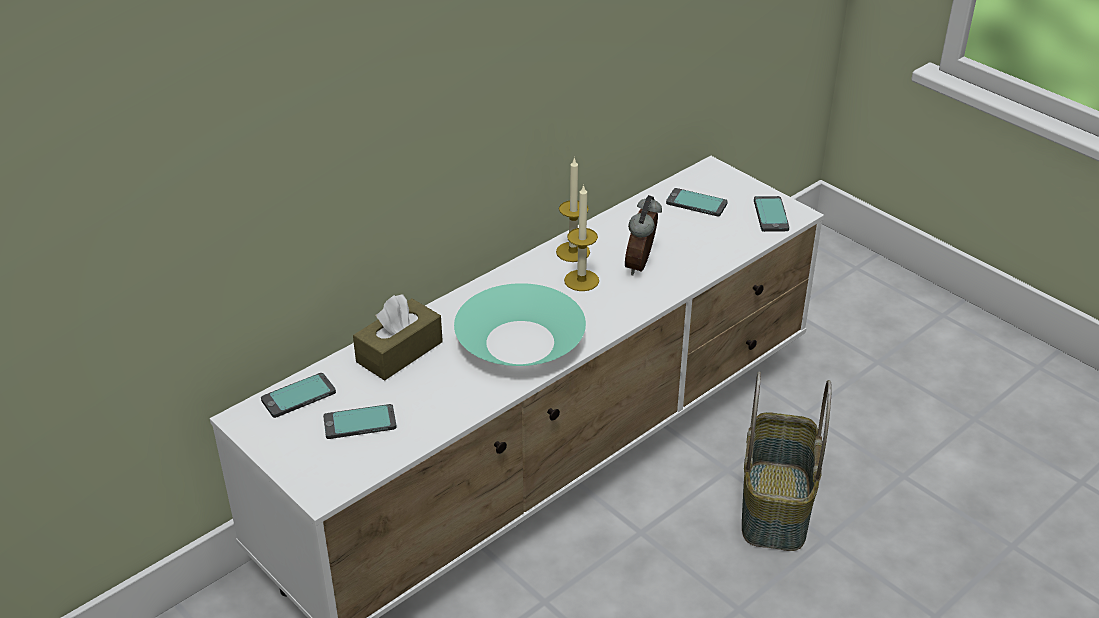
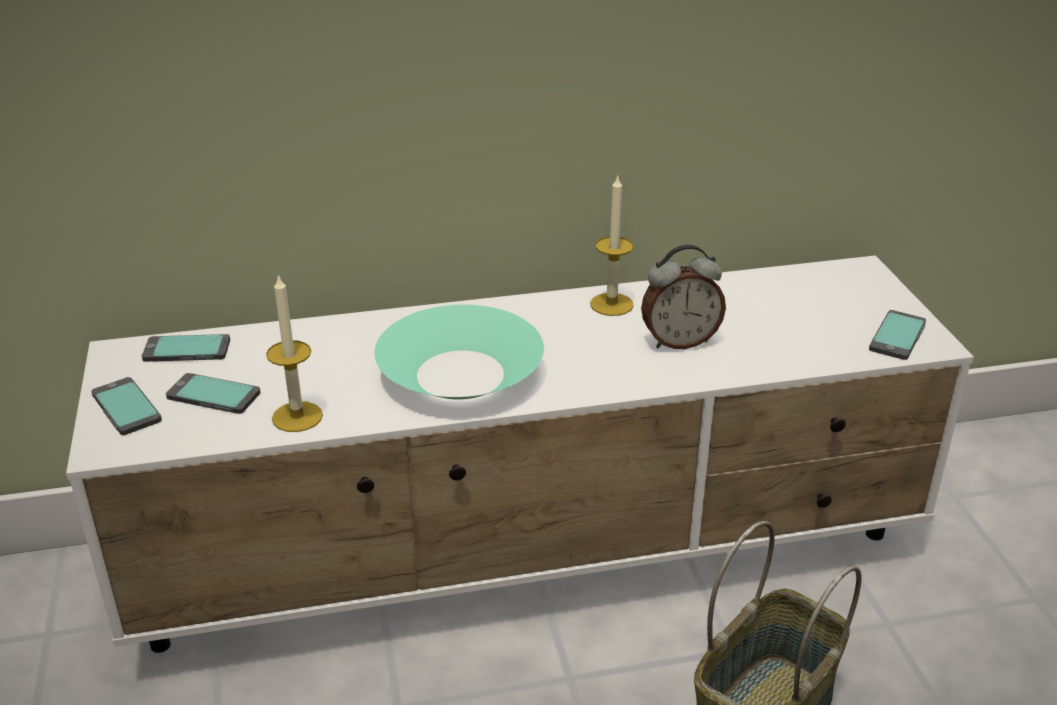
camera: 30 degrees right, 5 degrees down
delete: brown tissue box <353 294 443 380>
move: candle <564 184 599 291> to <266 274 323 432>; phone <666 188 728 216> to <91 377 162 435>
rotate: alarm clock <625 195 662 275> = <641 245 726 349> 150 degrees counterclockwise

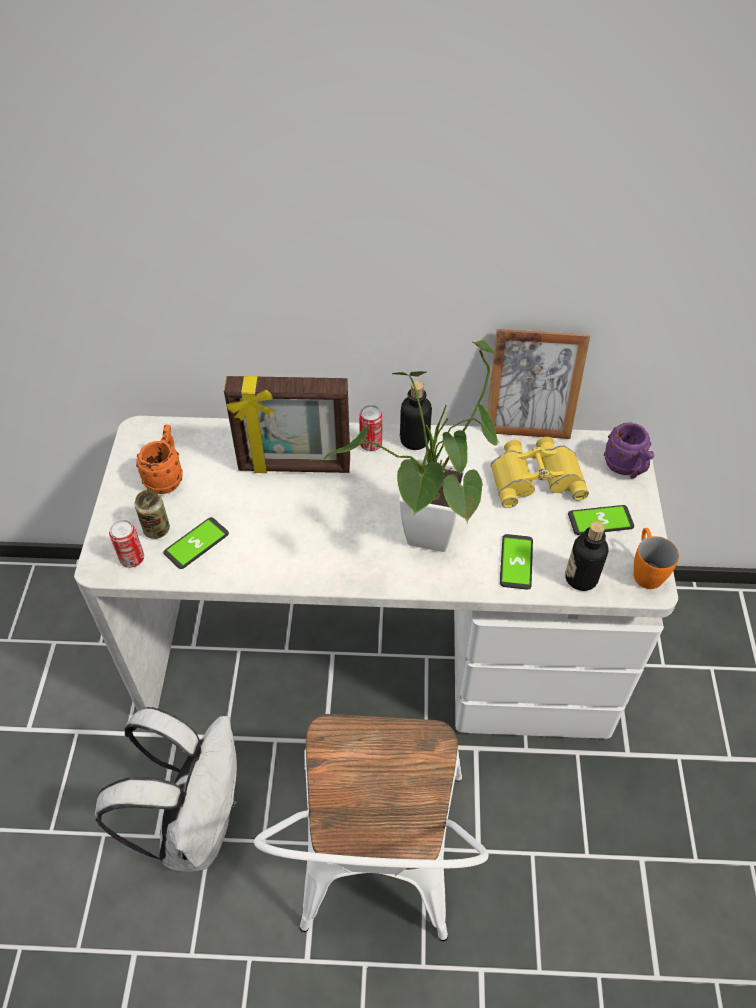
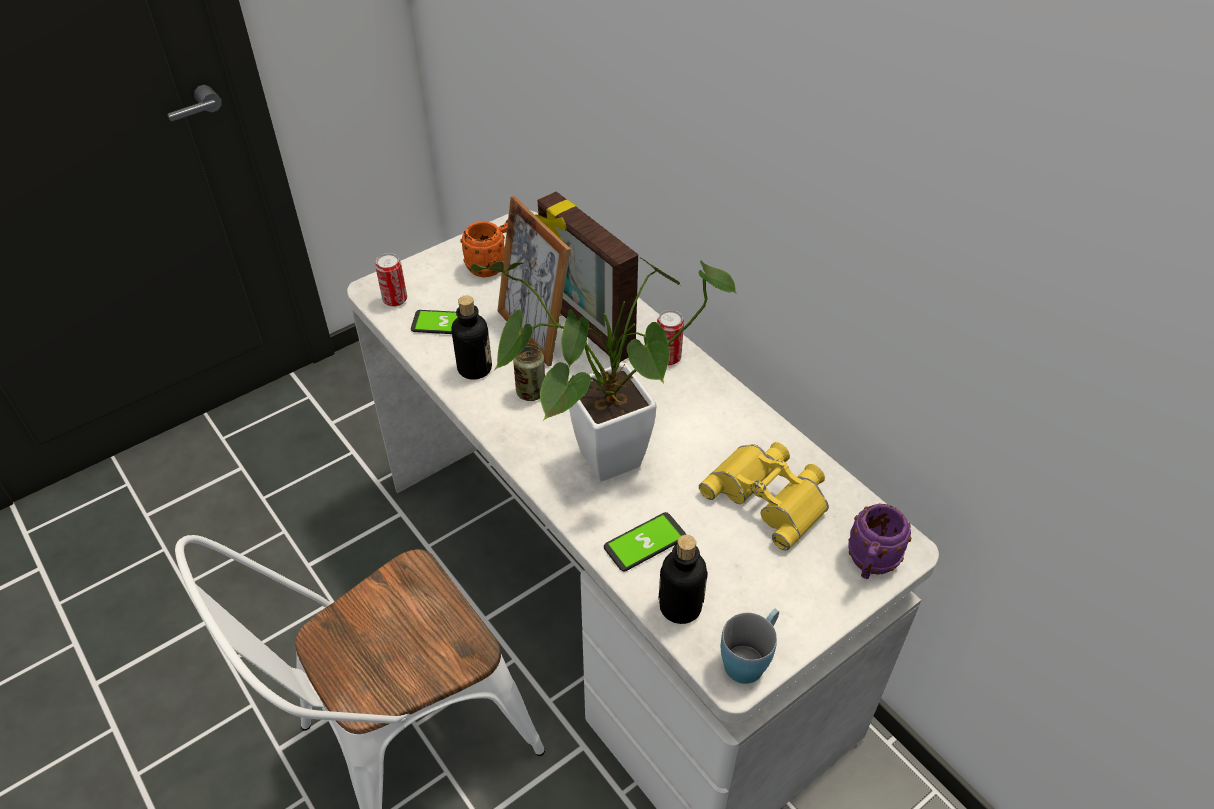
camera: 50 degrees right, 5 degrees down
delete: phone <568 505 634 535>; white backpack <95 707 237 872>
move: picture frame <487 329 590 439> to <497 196 571 367>; bottle <400 381 432 450> to <451 295 492 380>; can <135 490 170 539> to <513 344 545 401>
recolor: orange mug <634 528 679 589> to blue mug <721 609 779 684>

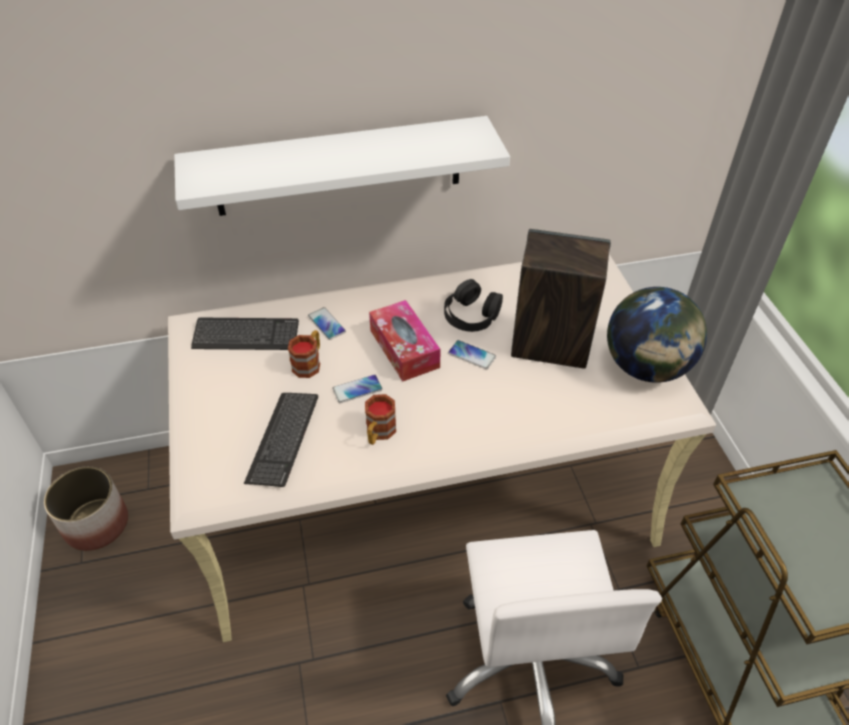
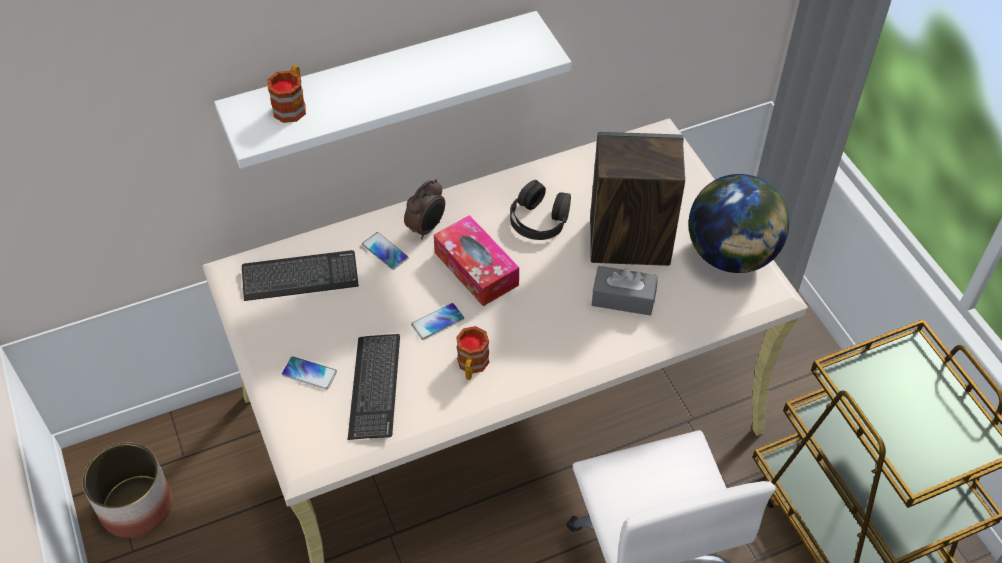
camera: 10 degrees left, 5 degrees up
insert: alarm clock <404 179 445 240>; grey tissue box <592 266 658 316>
move: mug <288 330 320 378> to <267 65 306 123>; phone <448 340 496 369> to <282 356 337 390>

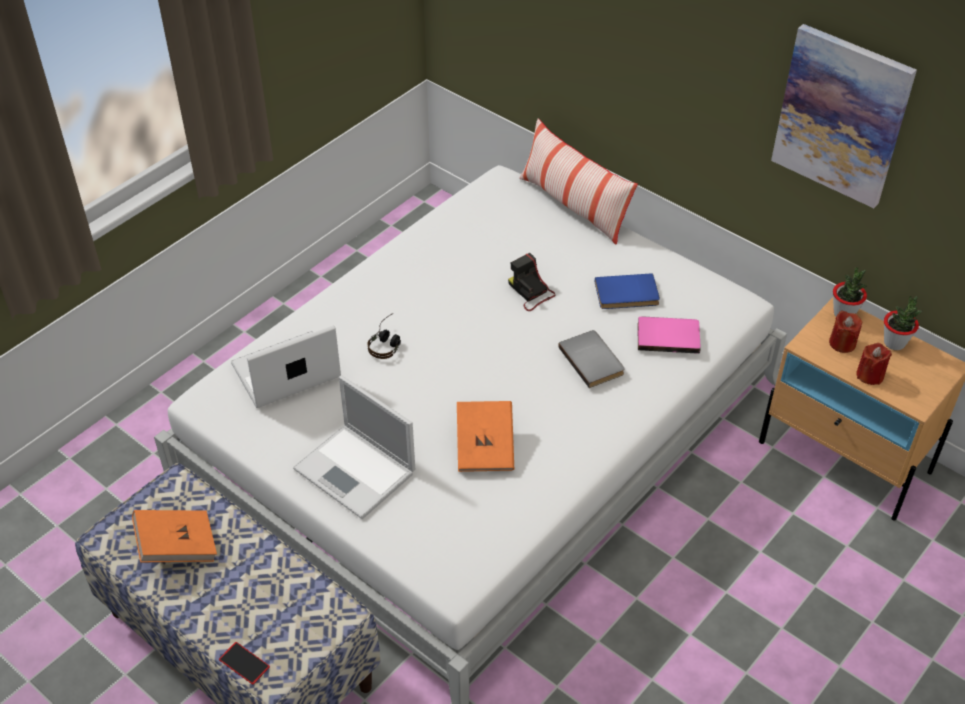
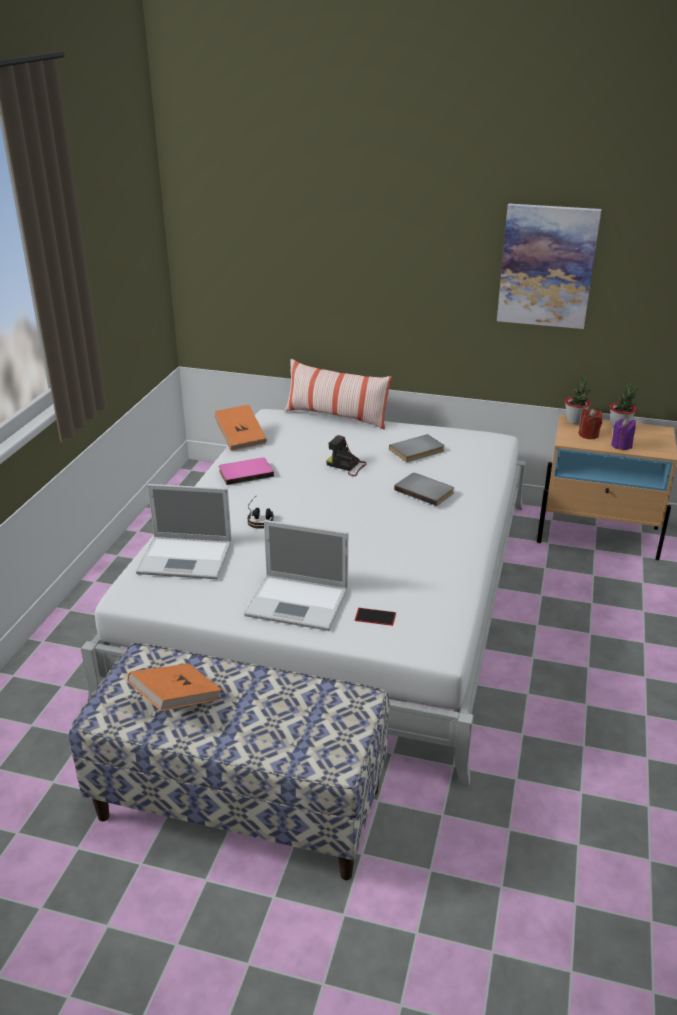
camera: 25 degrees left, 15 degrees down
move: pink book <638 317 701 354> to <219 458 274 485>; orange book <457 401 514 472> to <214 405 267 451>; phone <219 642 270 684> to <355 608 396 626>
recolor: blue book <595 273 660 309> to grey book <389 434 444 462>; red candle <856 343 892 385> to purple candle <611 418 636 450>
rotate: laptop <231 325 341 408> = <136 484 232 579> 120 degrees counterclockwise

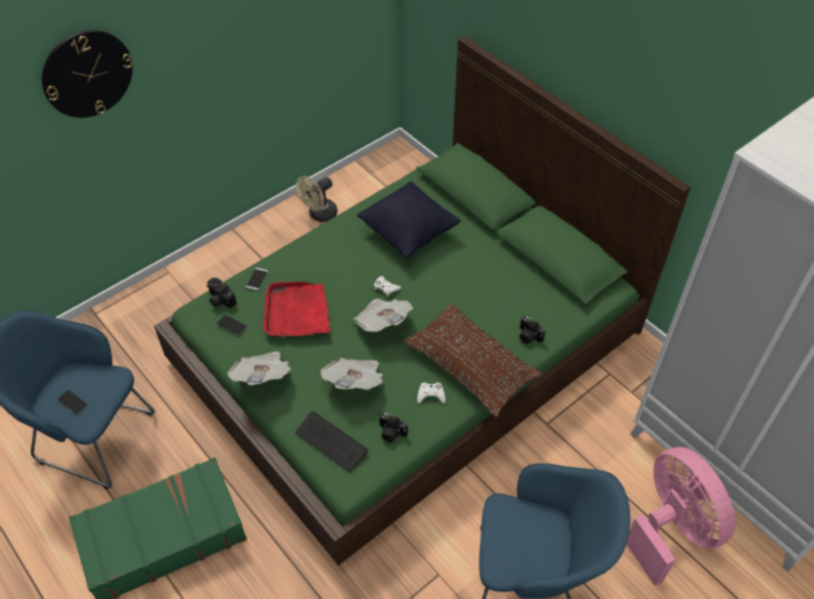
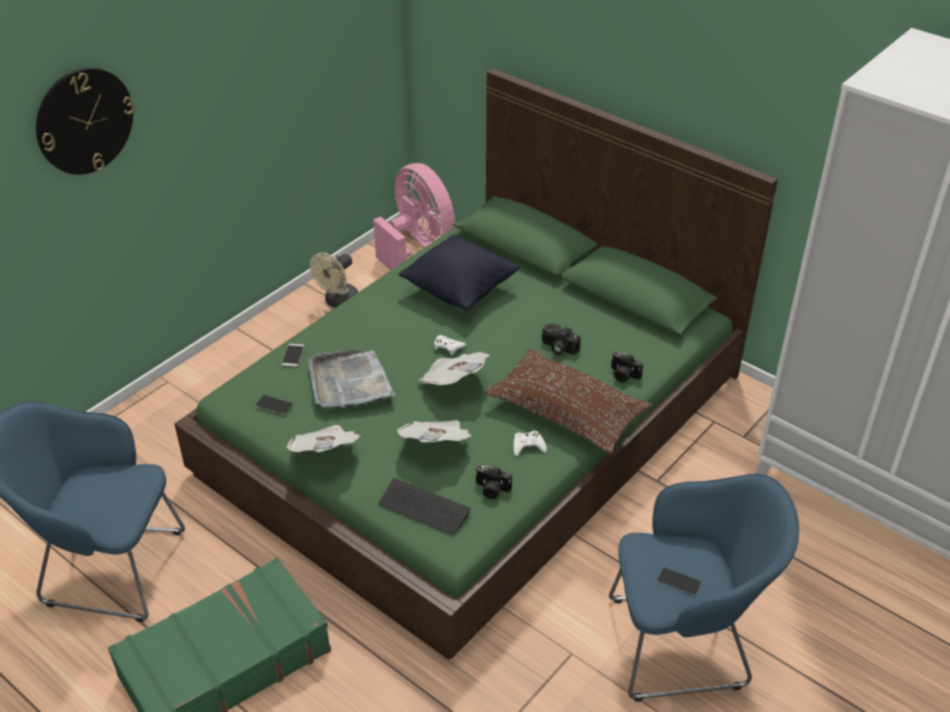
camera: 10 degrees left, 10 degrees down
move: photo camera <207 278 237 308> to <542 323 581 355>; phone <58 390 88 414> to <658 568 701 595>; pink fan <626 447 735 586> to <373 163 455 270>
recolor: red tray <263 281 330 337> to grey tray <308 349 396 409>

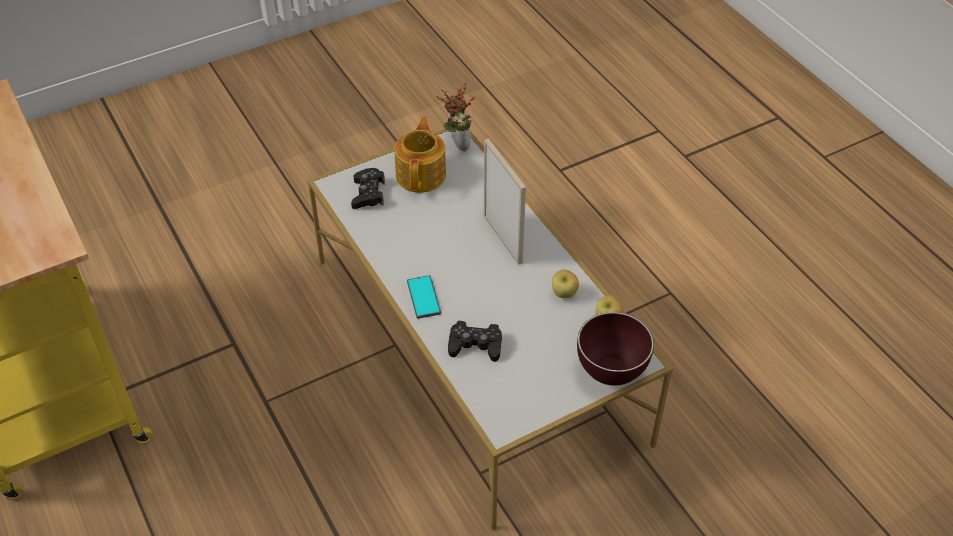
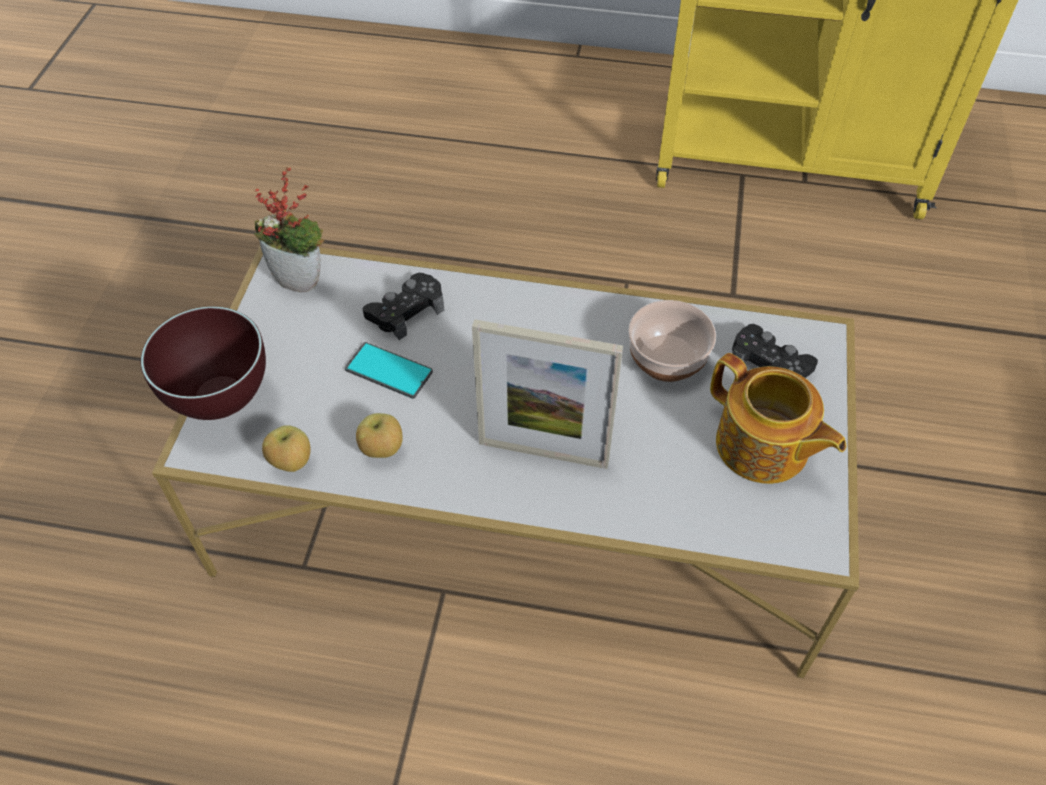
camera: 130 degrees right, 5 degrees up
insert: bowl <628 300 716 382>
move: potted plant <437 82 475 151> to <254 167 324 292>; phone <407 275 441 319> to <345 342 433 399>

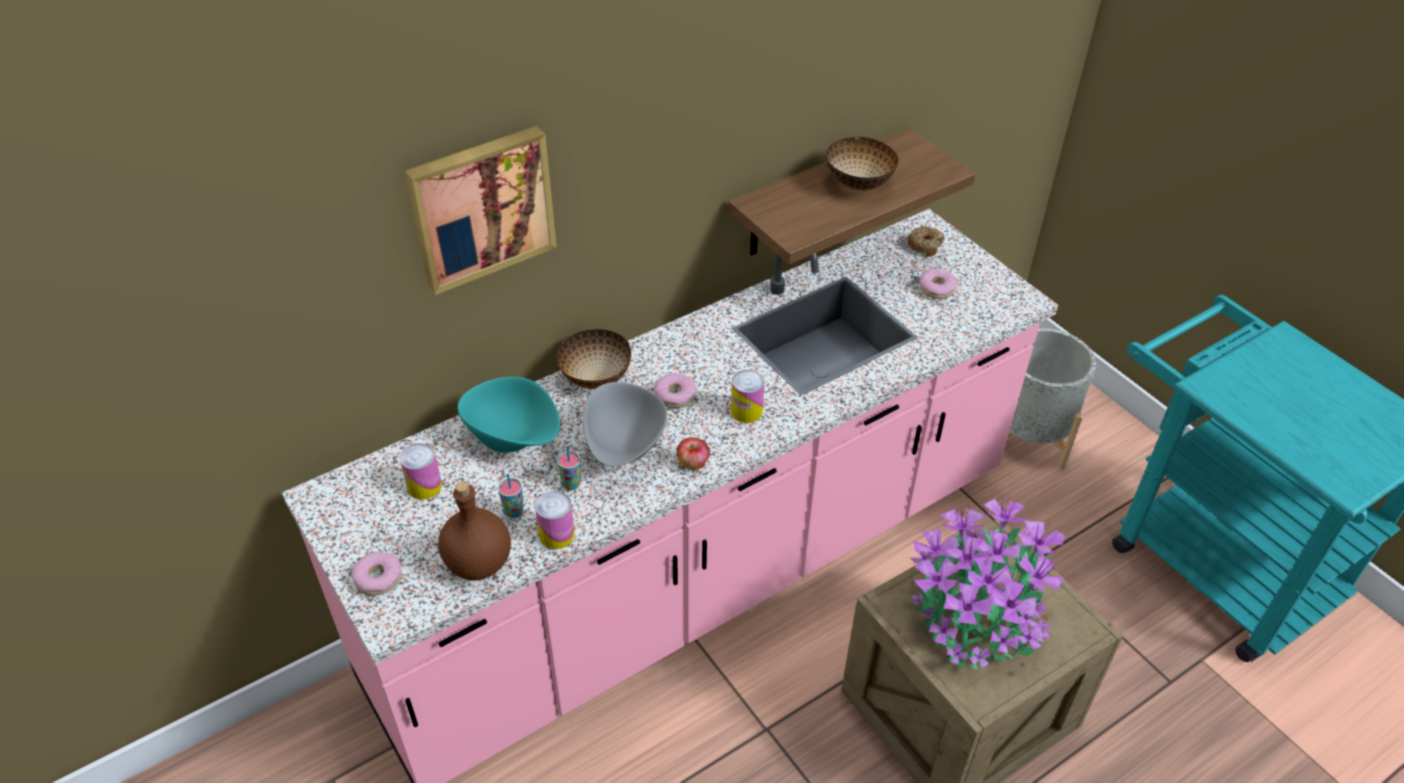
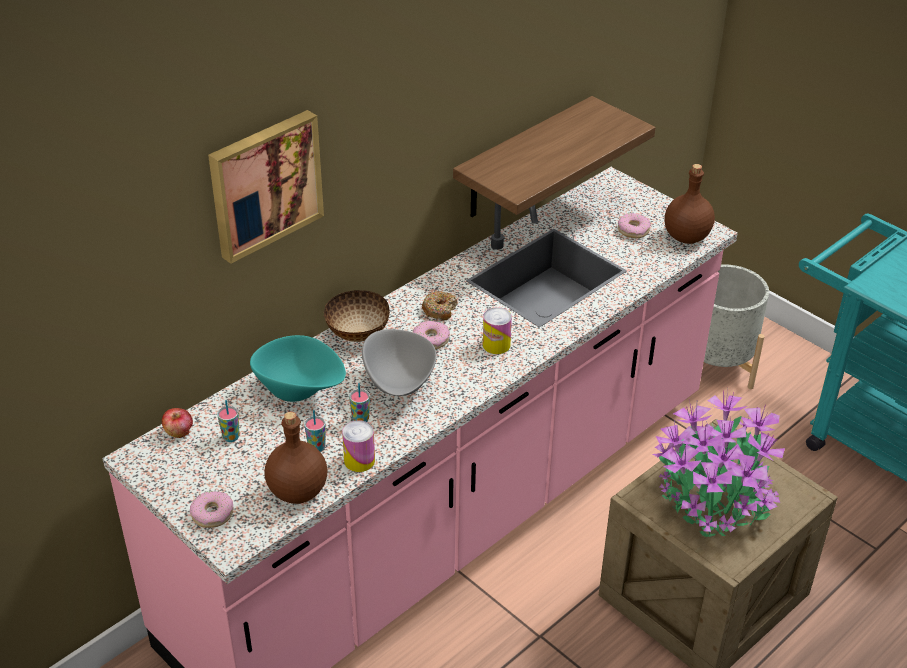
camera: 10 degrees left, 5 degrees down
delete: bowl <826 136 899 191>
insert: brown bottle <665 164 715 244>
move: donut <907 226 944 256> to <422 291 458 321>; apple <677 437 710 470> to <162 408 193 438>
replace: can <400 443 442 500> to cup <217 400 240 442>

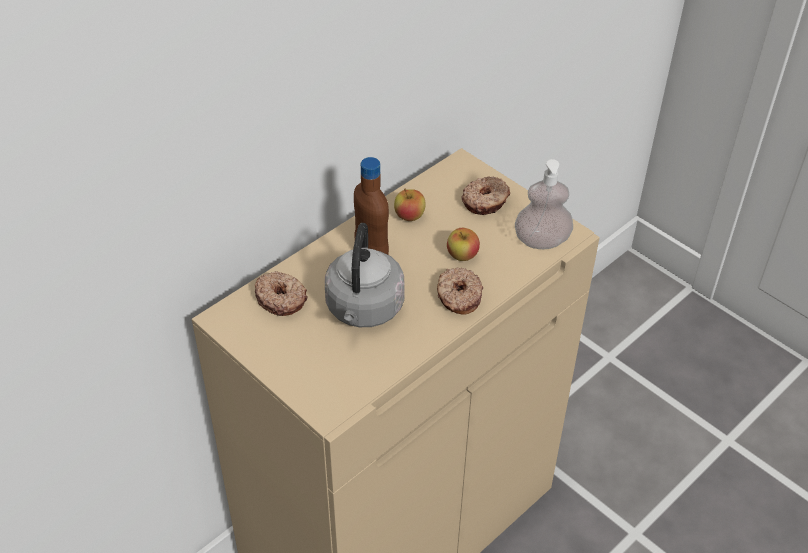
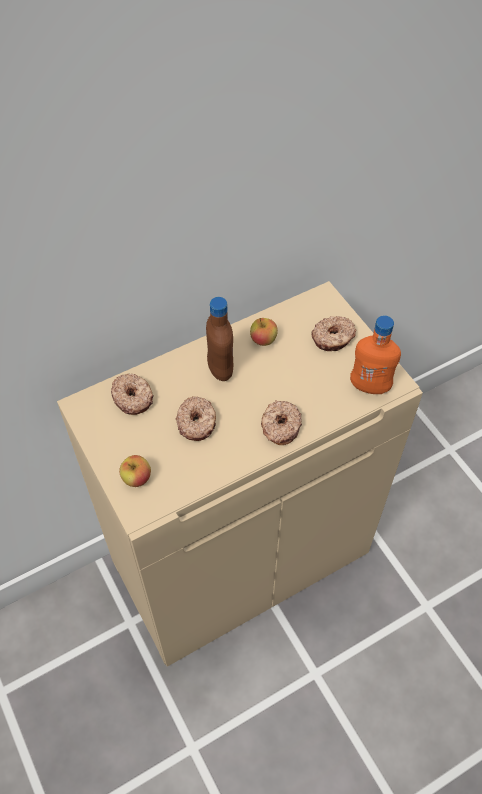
camera: 15 degrees right, 10 degrees up
move: apple <447 228 480 261> to <119 455 151 487>
replace: soap dispenser <515 159 573 249> to orange bottle <350 315 401 394>; grey kettle <325 223 405 327> to donut <176 396 216 441>

